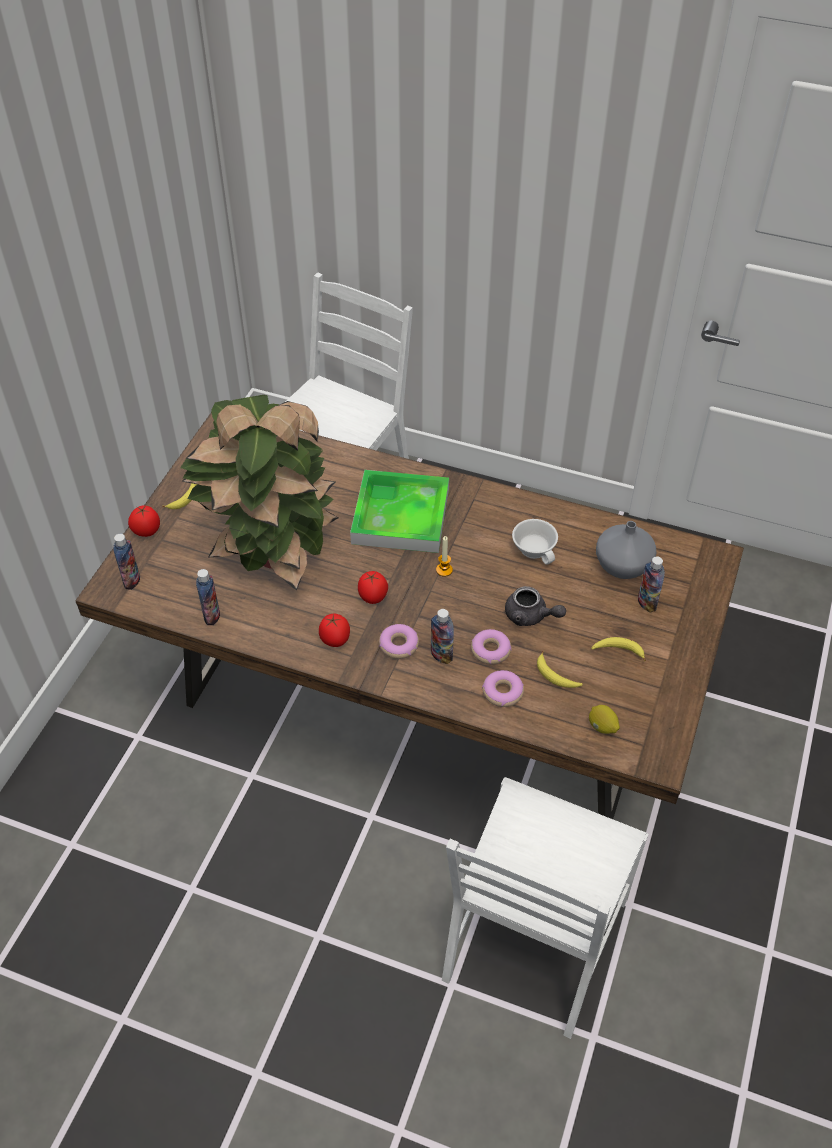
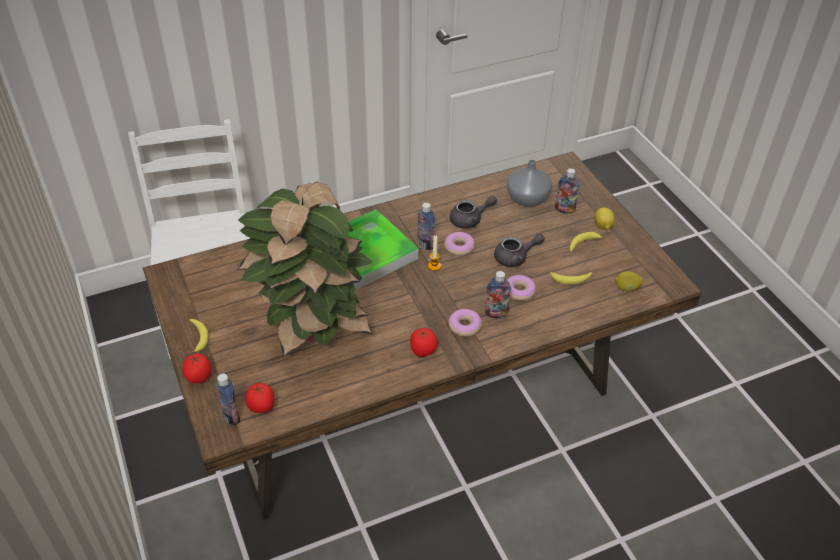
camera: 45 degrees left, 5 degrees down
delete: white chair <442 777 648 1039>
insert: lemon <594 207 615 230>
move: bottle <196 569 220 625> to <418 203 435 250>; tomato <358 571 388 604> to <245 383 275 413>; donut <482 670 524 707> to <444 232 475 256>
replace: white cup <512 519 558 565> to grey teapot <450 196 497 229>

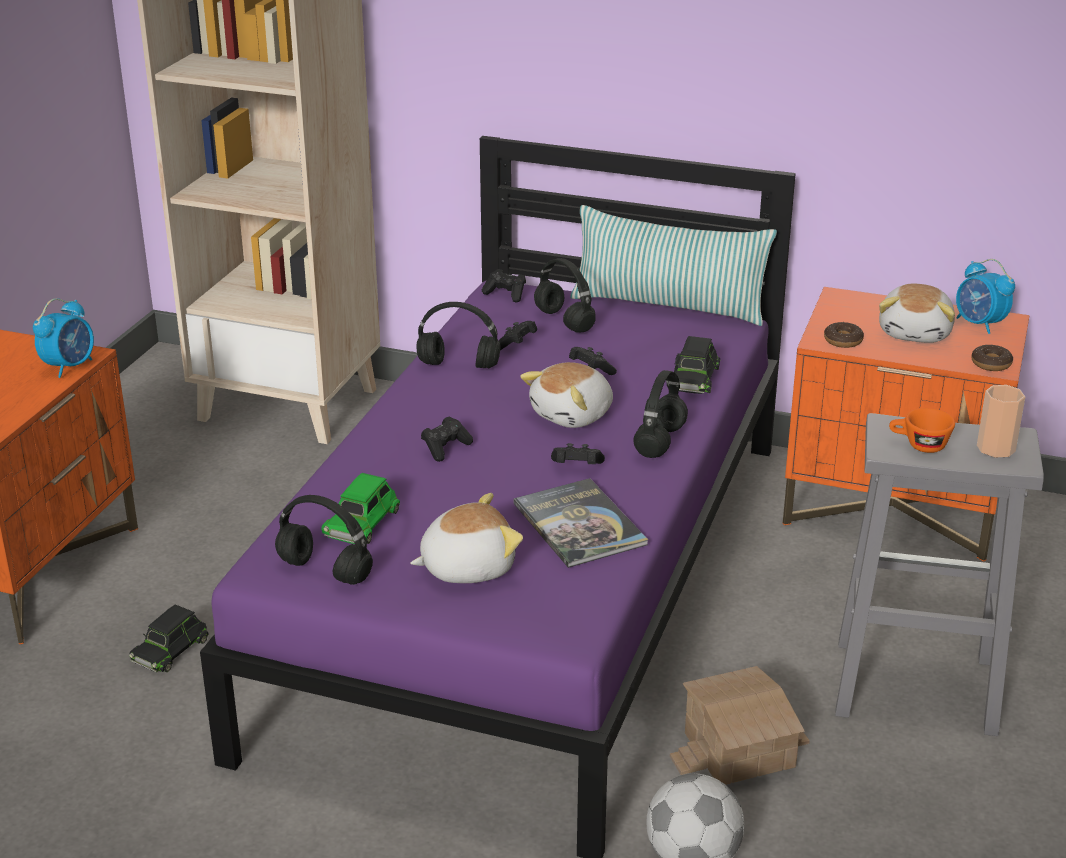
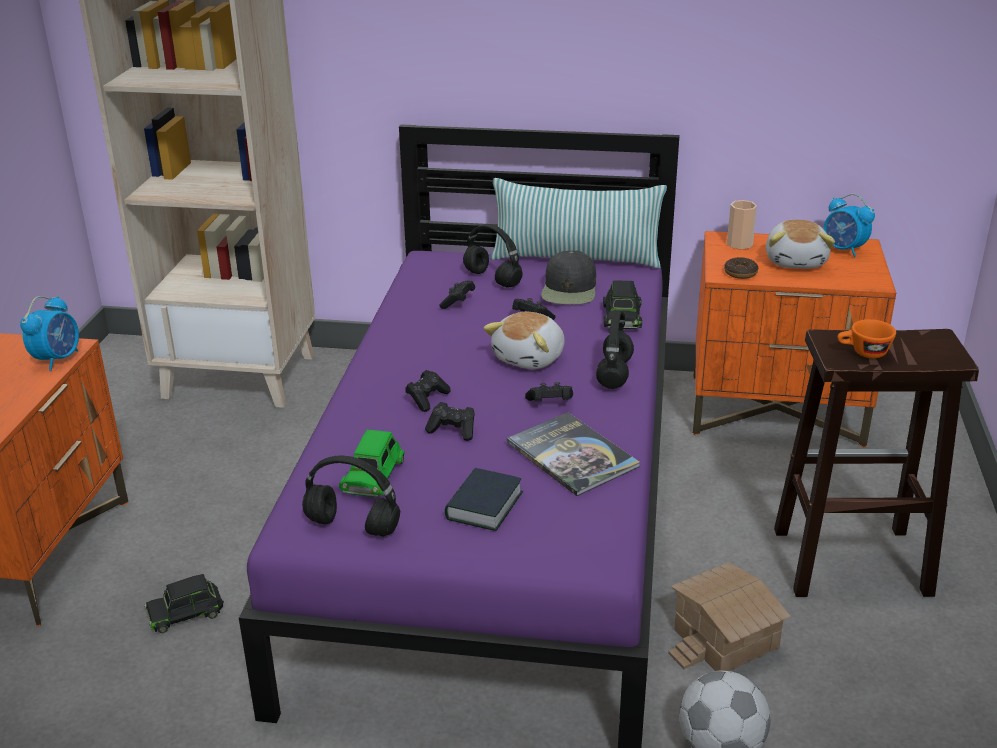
camera: 10 degrees left, 0 degrees up
delete: black headphones <417 302 500 368>; donut <971 345 1013 371>
insert: black cap <541 251 596 305>
move: black game controller <482 269 526 302> to <425 402 475 441>; cup <977 385 1025 458> to <727 200 757 250>
replace: plush toy <410 493 523 583> to book <445 468 523 531>
recolor: grey stool <835 413 1044 736> to brown stool <774 329 979 597>
rotate: black toy car <129 604 209 672> = <144 574 224 633> 45 degrees clockwise

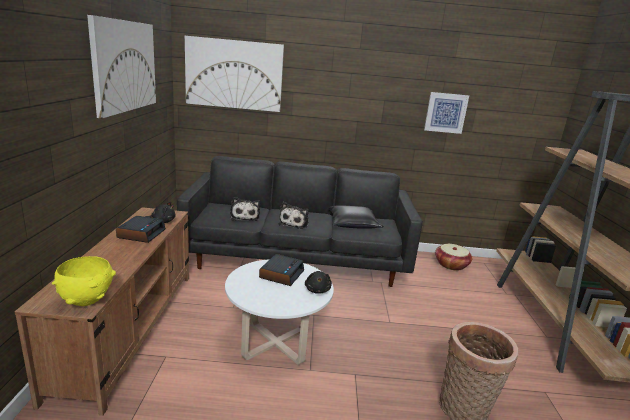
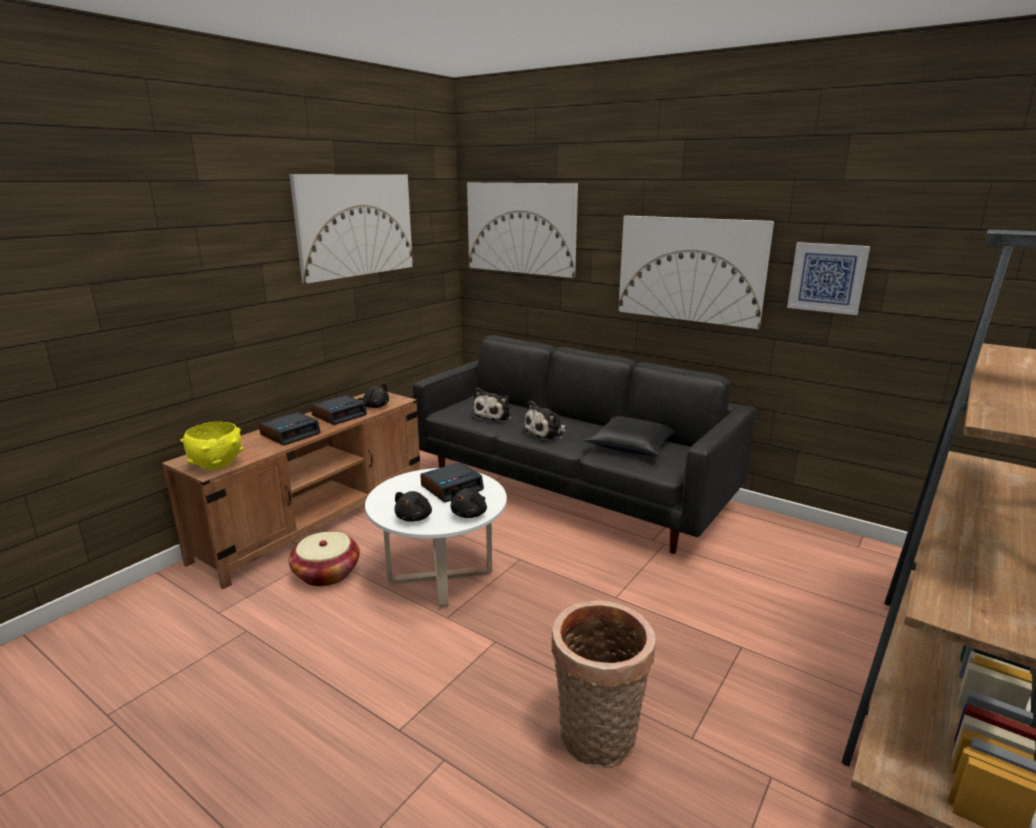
camera: 35 degrees right, 0 degrees up
insert: picture <618 216 774 329>; alarm clock <259 412 321 446>; black plush toy <394 491 432 522>
move: basket <435 244 472 271> to <289 532 360 587>

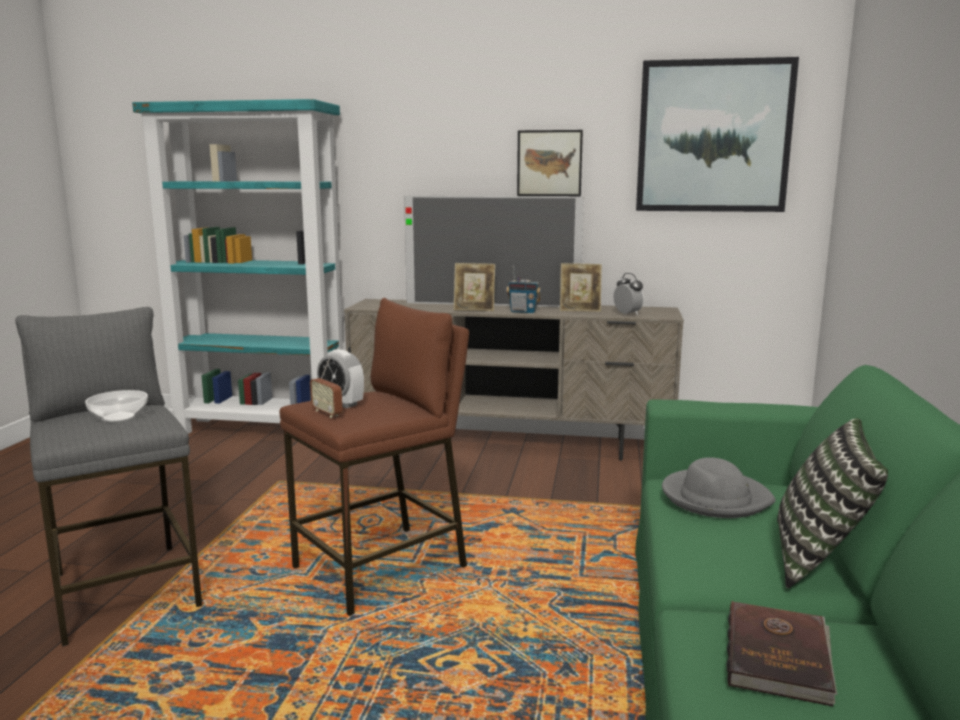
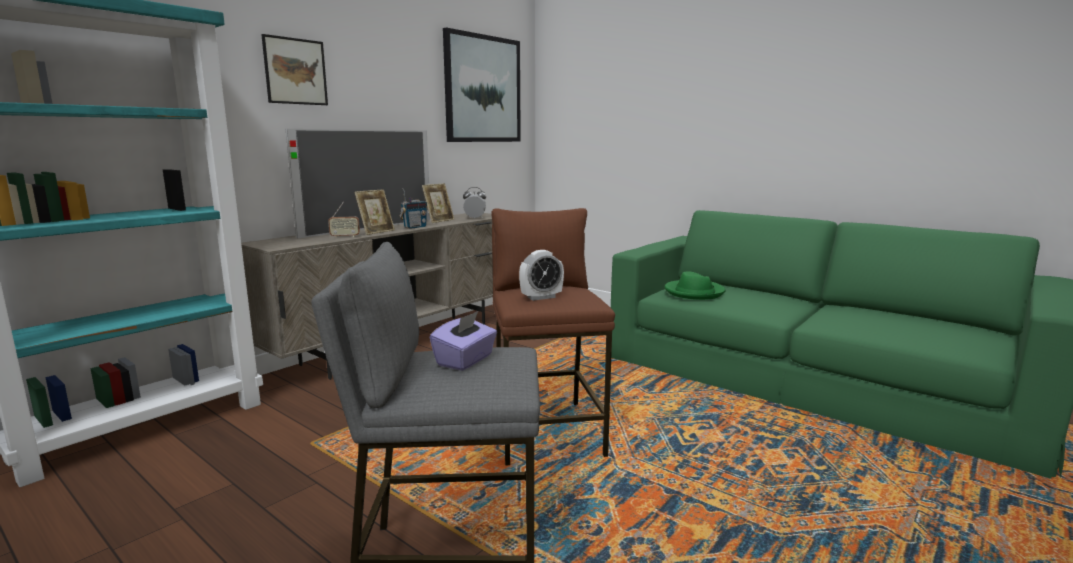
camera: 60 degrees left, 0 degrees up
delete: pillow <777 418 888 588>; brown book <726 601 837 706>
move: picture <517 130 583 196> to <261 34 328 105>; radio <310 358 343 418> to <328 202 360 238>
replace: bowl <85 390 148 422> to purple tissue box <430 311 497 371>
recolor: grey hat <662 457 776 518> to green hat <665 272 726 300>

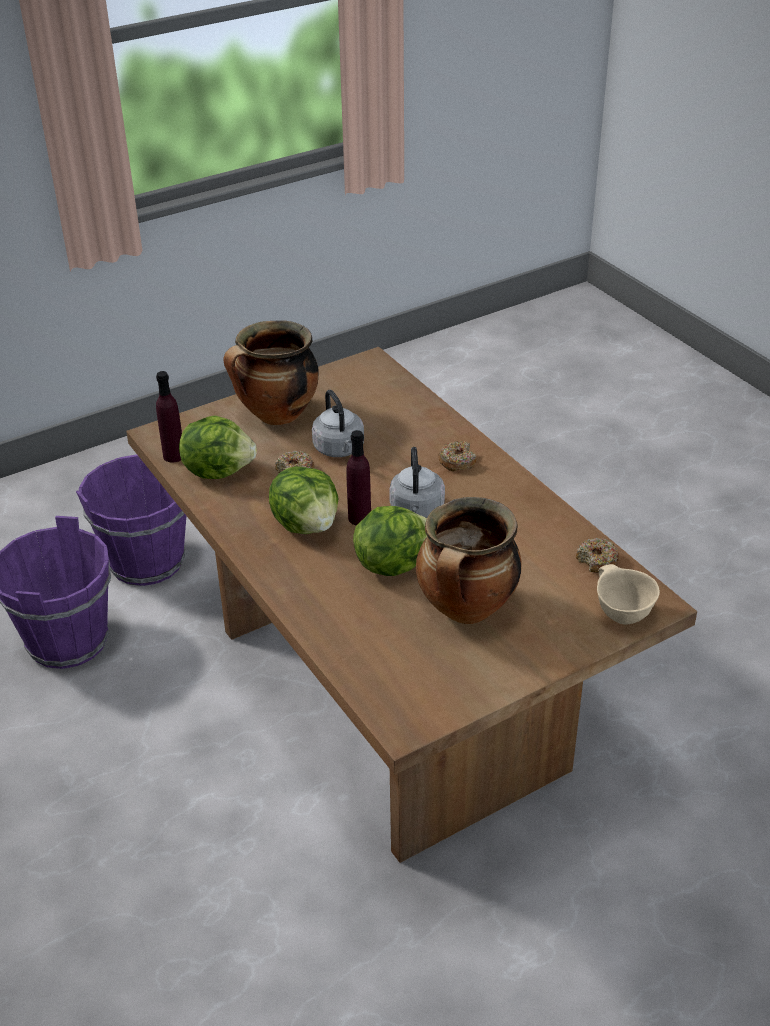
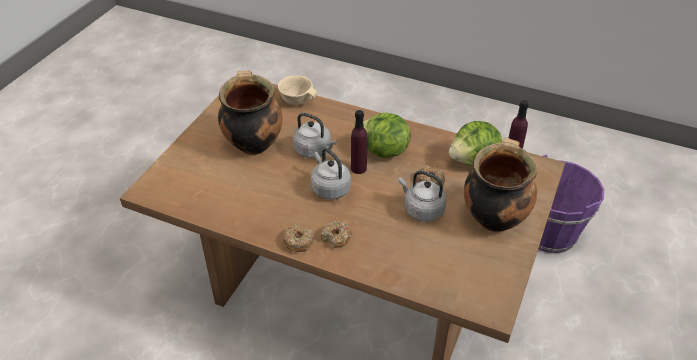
camera: 145 degrees right, 5 degrees up
delete: purple bucket <76 455 186 586>
move: donut <576 538 619 573> to <283 224 314 252>; beige bowl <597 564 660 625> to <278 75 317 105>
replace: lettuce <353 506 427 576> to grey kettle <293 113 337 158>

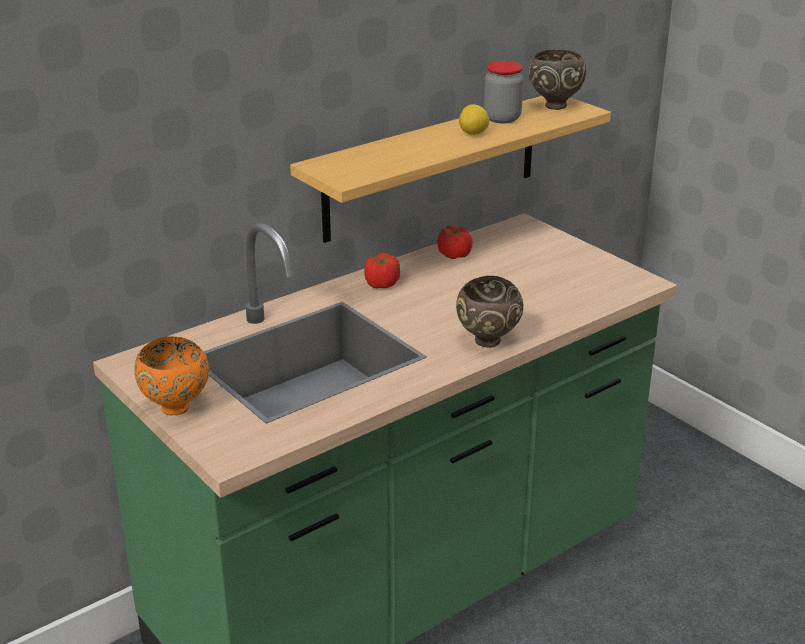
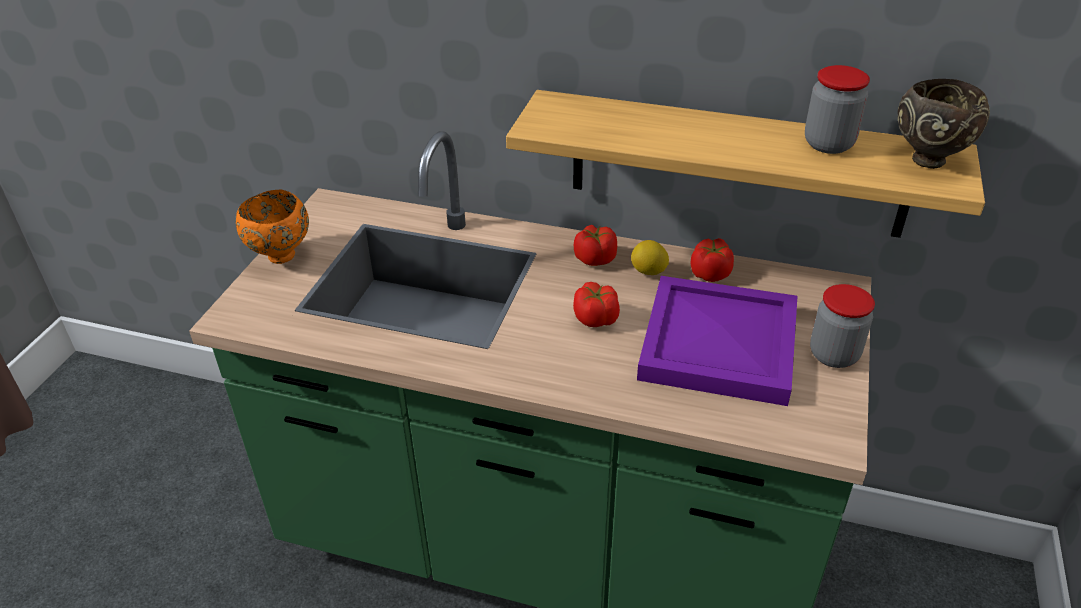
camera: 55 degrees right, 10 degrees up
delete: brown bowl <456 276 523 348>
insert: purple tray <637 276 798 406>; tomato <573 282 620 327>; jar <810 284 875 368>
move: lemon <459 104 489 135> to <631 240 669 275>

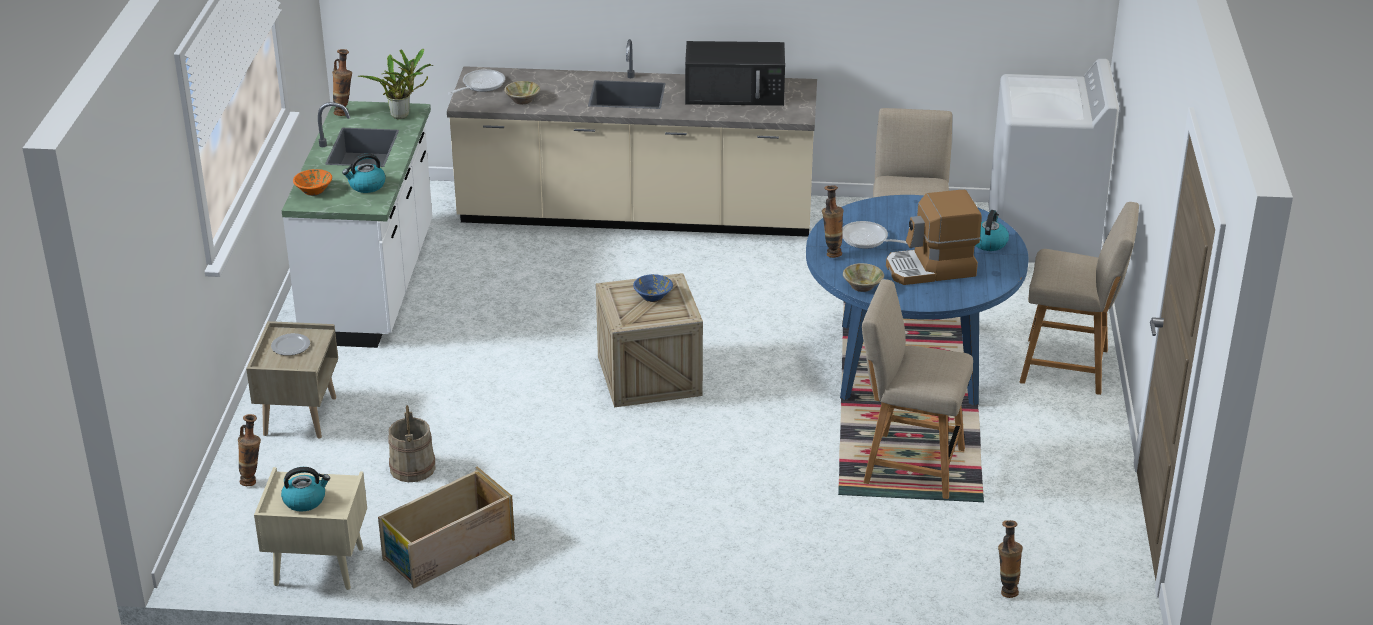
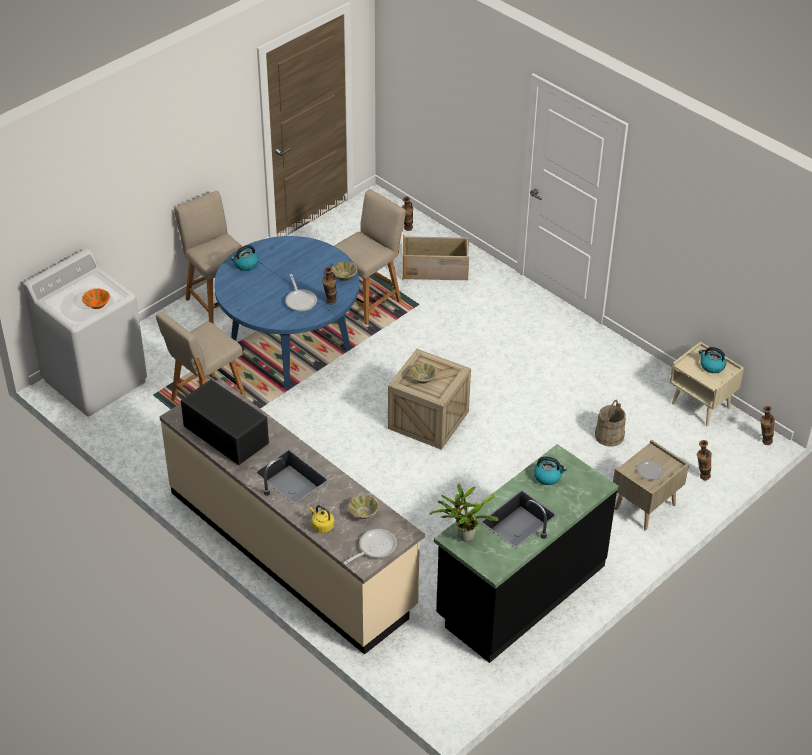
camera: 140 degrees left, 10 degrees up
delete: coffee machine <886 190 982 285>
insert: yellow kettle <309 505 334 533>
move: vase <332 49 352 116> to <760 406 775 445>; orange bowl <293 169 332 196> to <82 289 110 309>; crate <378 467 515 588> to <402 235 469 280>
recolor: white counter <282 101 433 348> to black counter <434 444 618 663>; blue bowl <633 274 673 302> to beige bowl <409 363 437 384>
rotate: frying pan <448 69 505 95> = <343 529 397 564> 150 degrees clockwise; beige chair <862 279 973 499> = <334 189 406 325> 105 degrees counterclockwise

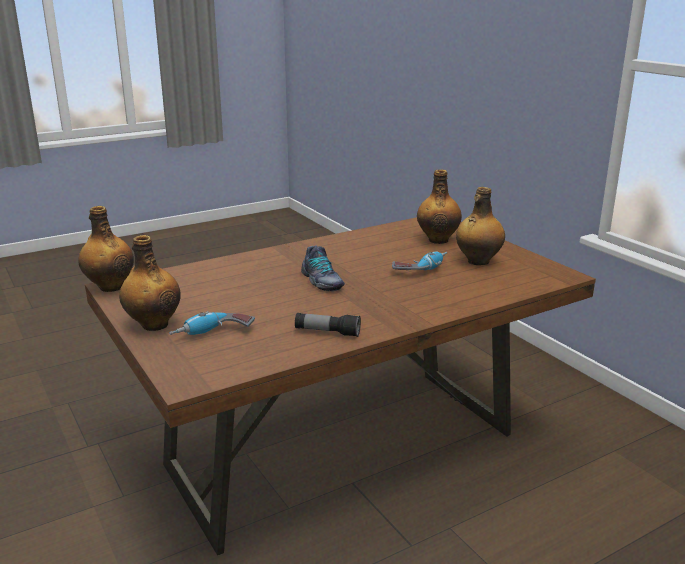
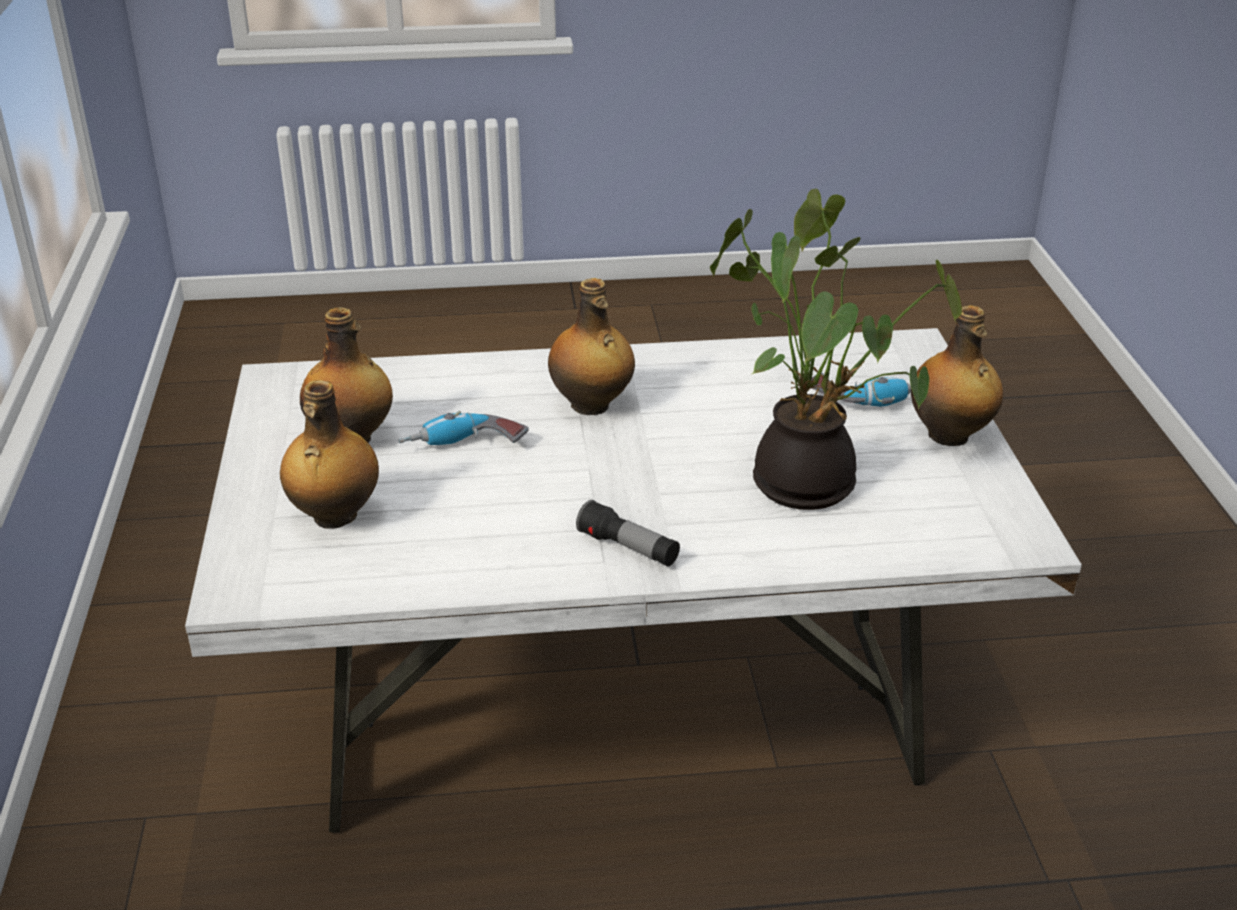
camera: 155 degrees left, 10 degrees up
delete: shoe <301 246 345 291>
insert: potted plant <710 189 962 510>
move: bottle <78 206 134 292> to <548 278 635 415>; flashlight <295 313 361 337> to <576 500 680 566>
recolor: brown dining table <85 217 596 555> to white dining table <185 328 1082 833>

